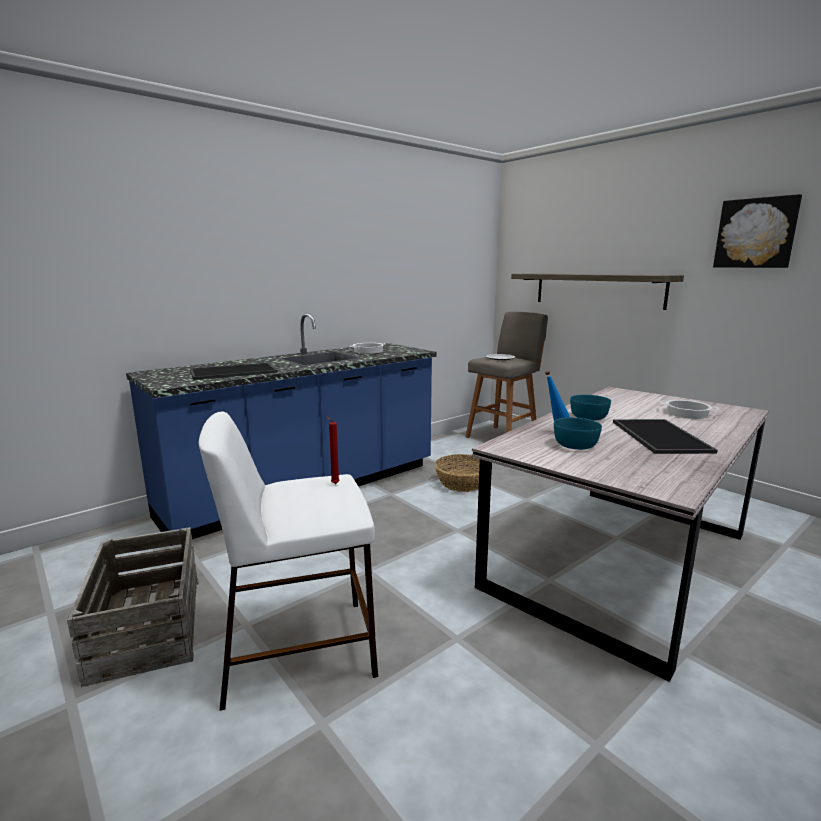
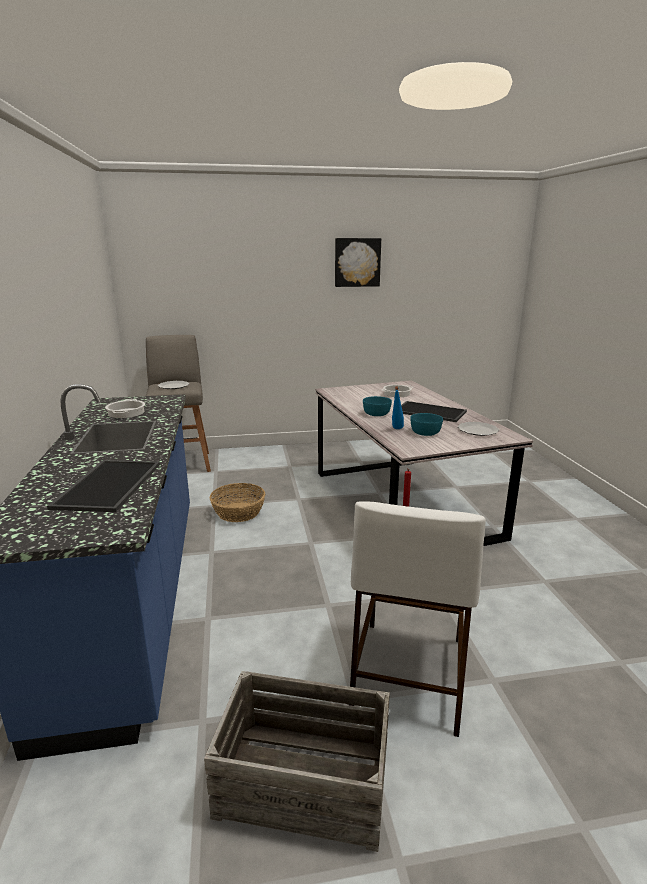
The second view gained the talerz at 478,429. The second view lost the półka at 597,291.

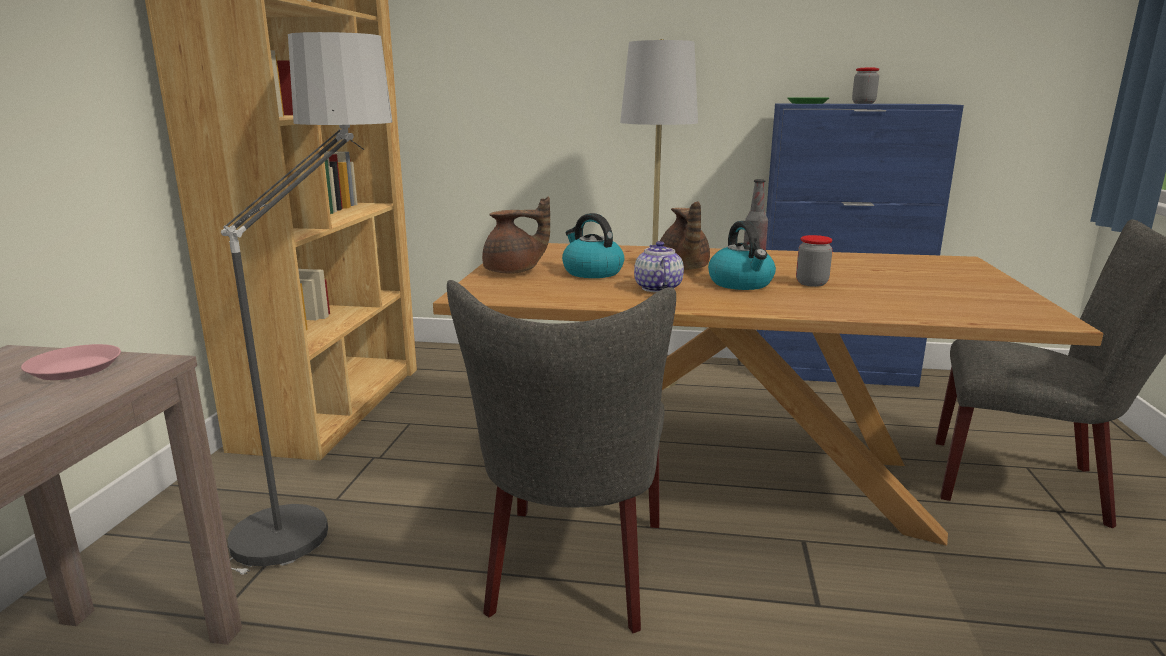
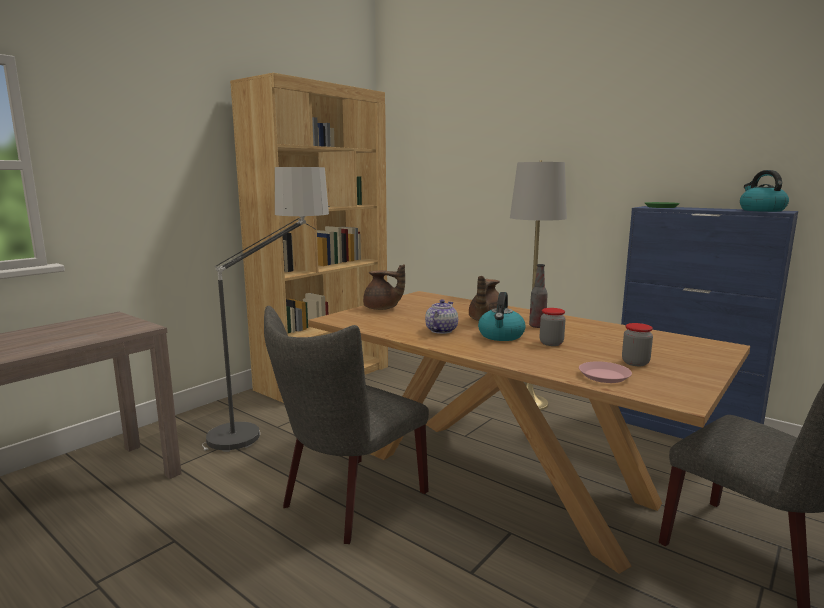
The talerz (różowy) ended up elsewhere, having gone from 71,362 to 605,372. The słoik ended up elsewhere, having gone from 865,86 to 637,344. The czajnik ended up elsewhere, having gone from 593,245 to 764,191.

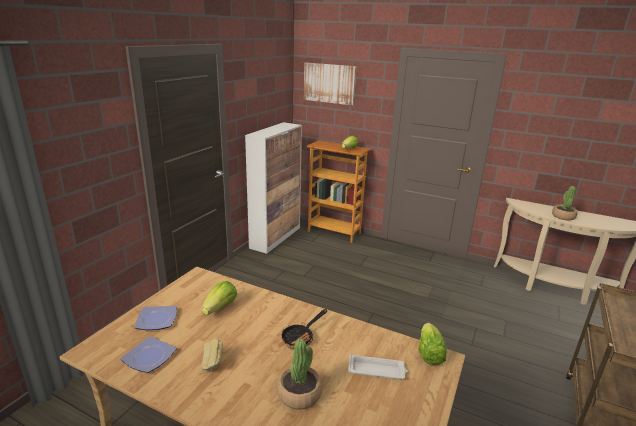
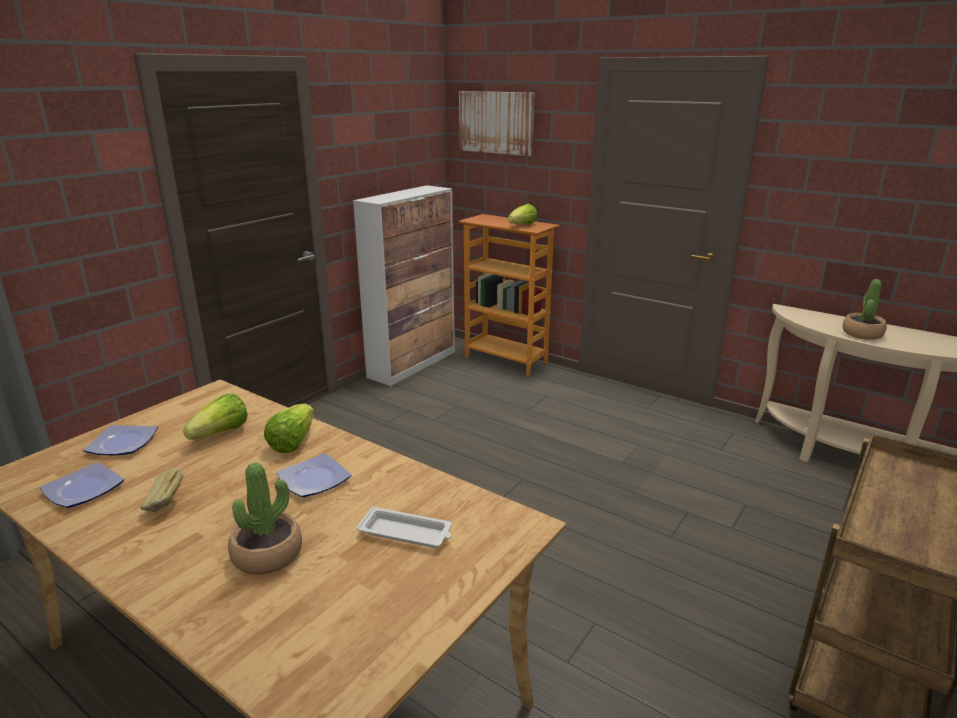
The sałata ended up elsewhere, having gone from 432,344 to 289,428. Where the patelnia stood at 304,329, the talerz came to stand at 313,475.

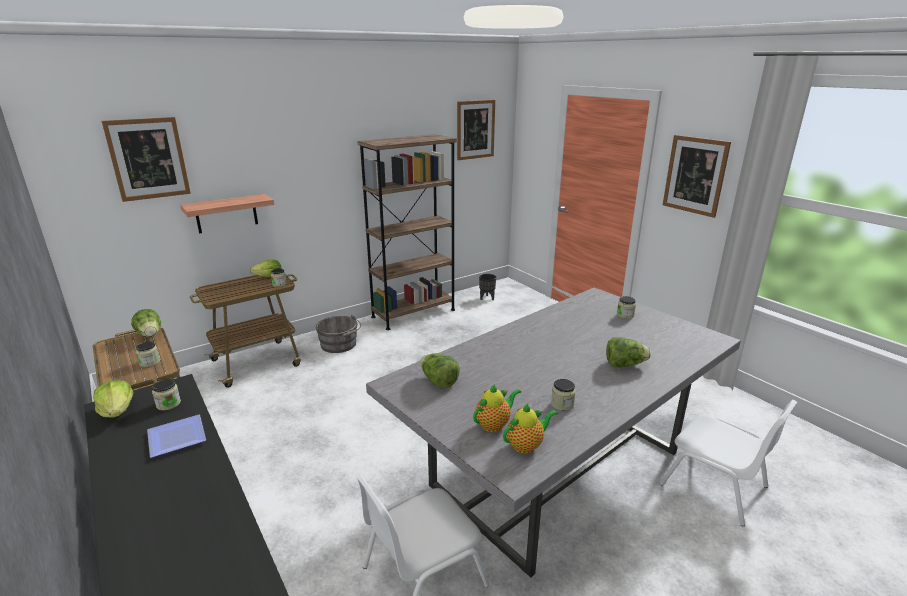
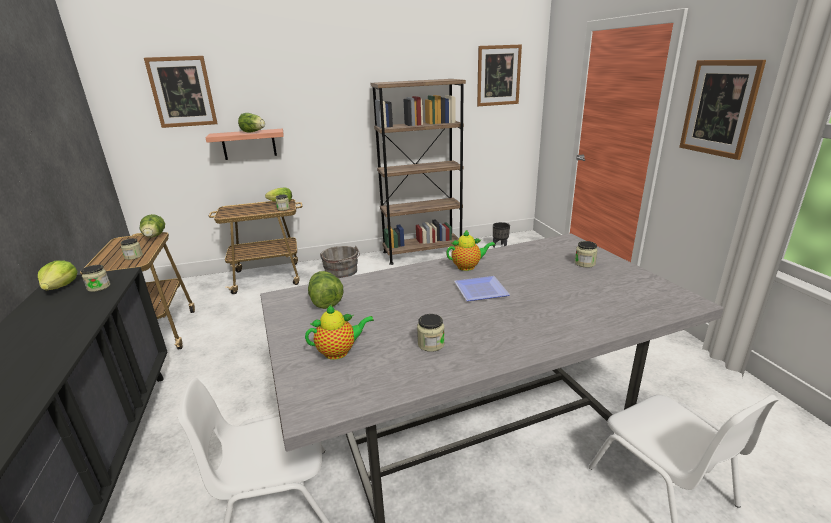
The sałata ended up elsewhere, having gone from 628,352 to 251,123. The imbryk ended up elsewhere, having gone from 530,428 to 470,250. The talerz ended up elsewhere, having gone from 176,436 to 482,288.

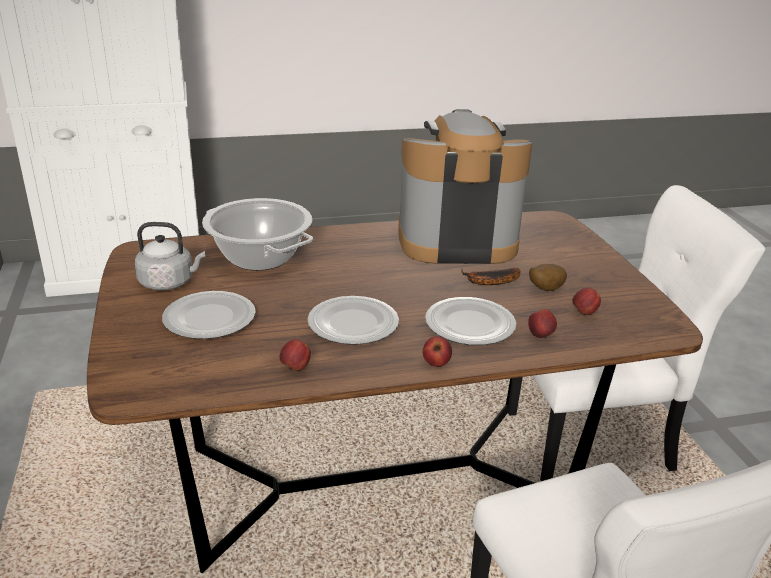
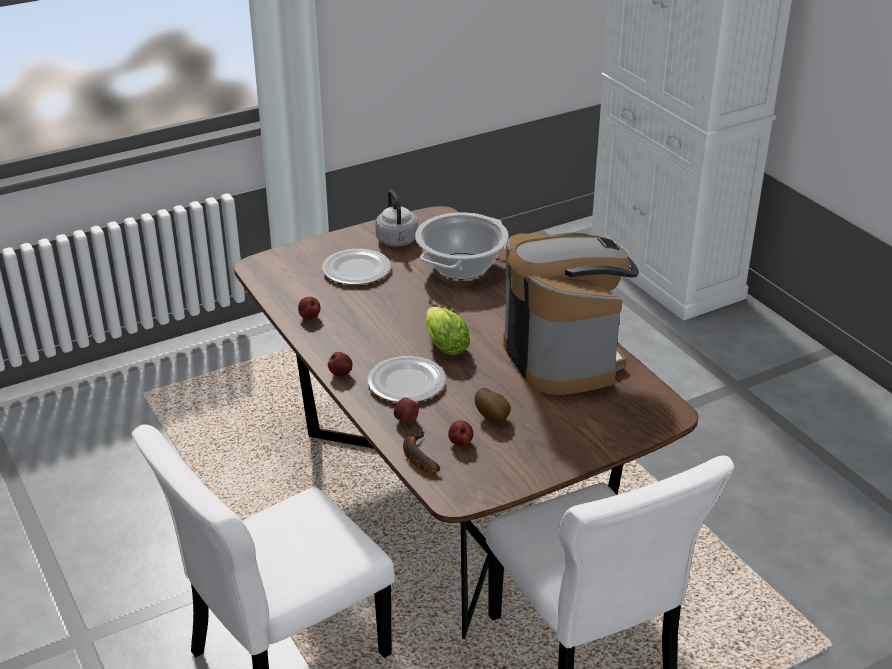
The banan ended up elsewhere, having gone from 491,276 to 421,452. The second view gained the sałata at 448,331. The second view lost the talerz at 353,320.

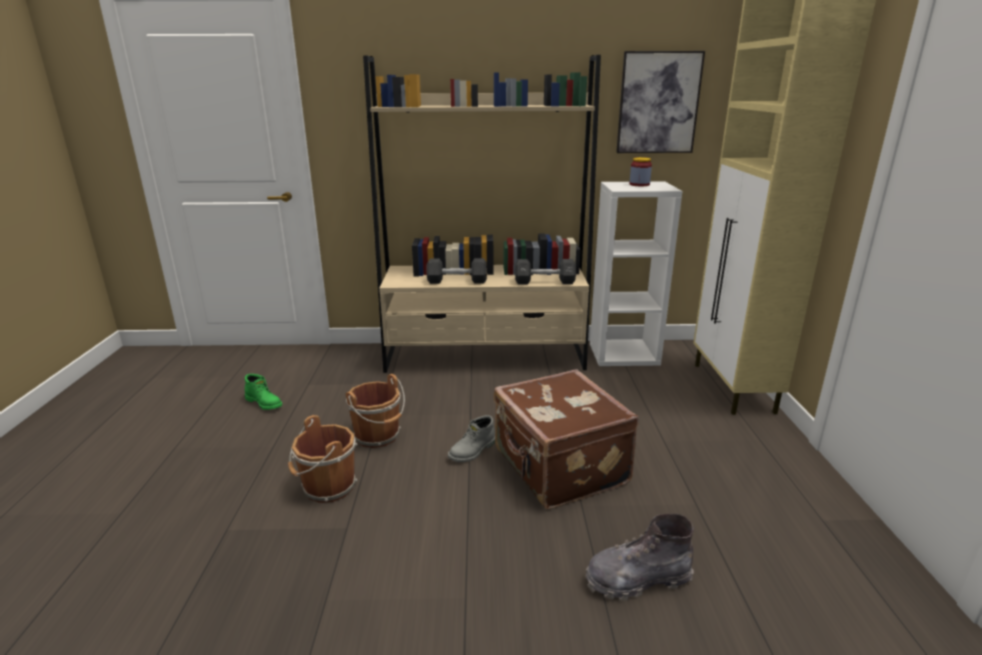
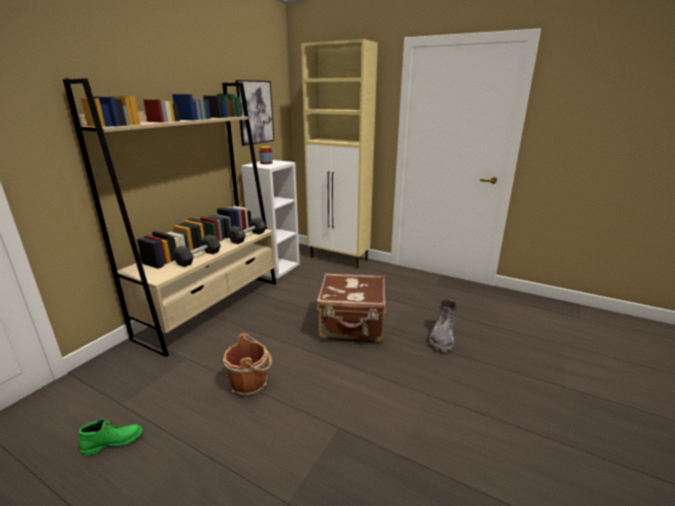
The second view lost the wiadro (brązowy) at 323,459. The second view lost the but z cholewką (szary) at 471,438.

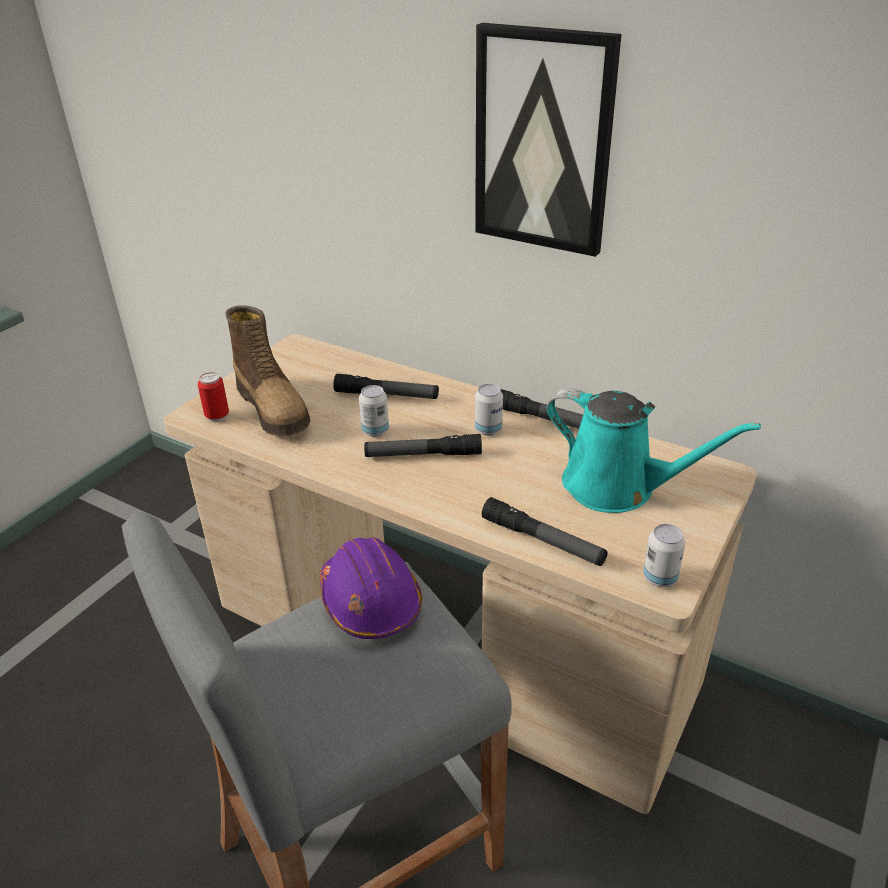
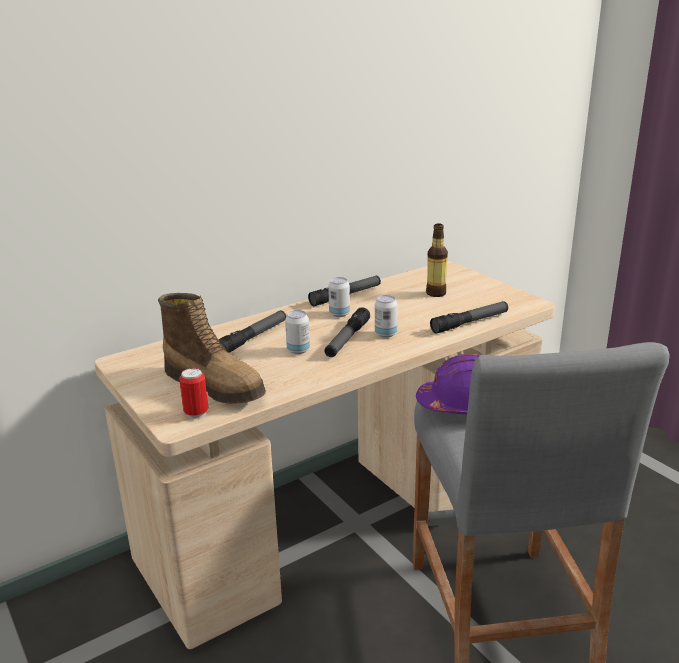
The but z cholewką at 267,370 ended up facing another way, 45 degrees clockwise from before. The puszka ended up elsewhere, having gone from 664,555 to 386,316. Where the konewka (turkusowy) stood at 654,450, the butelka came to stand at 437,260. The second view lost the obraz at 548,140.

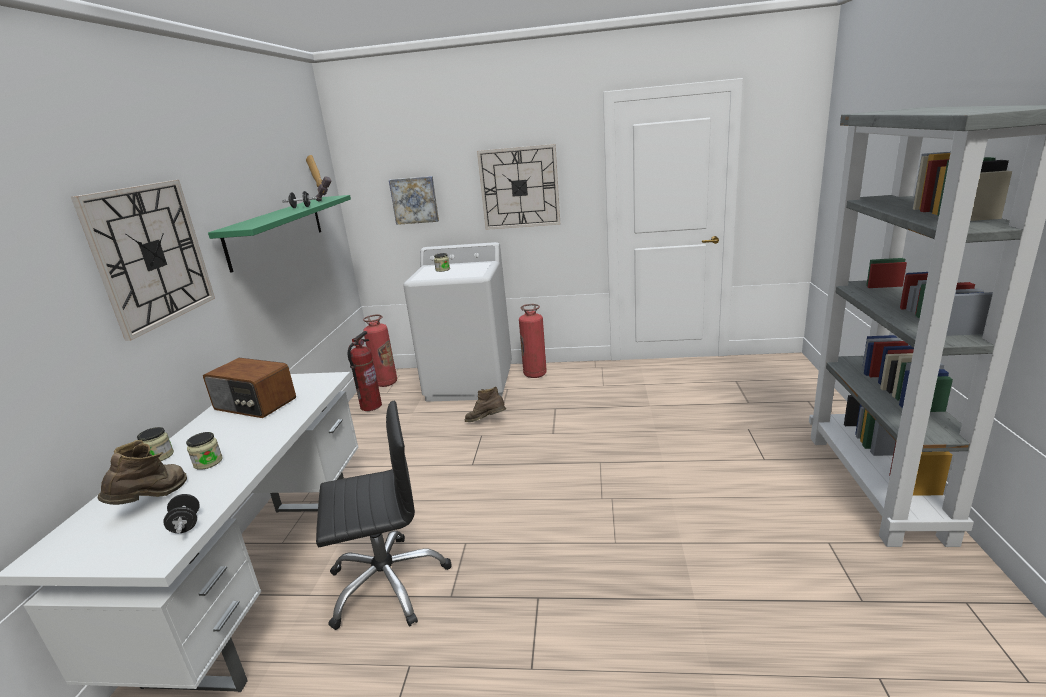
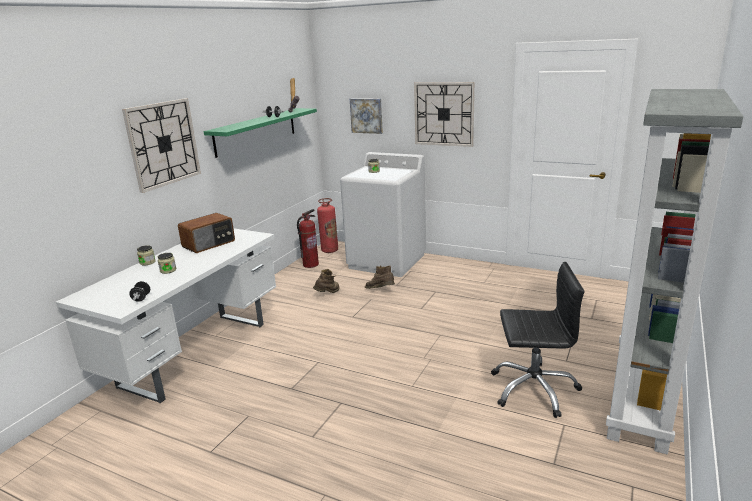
The radio at 249,388 ended up facing another way, 90 degrees counterclockwise from before. The but z cholewką (brązowy) ended up elsewhere, having gone from 142,472 to 326,281. The krzesło biurowe (czarny) ended up elsewhere, having gone from 384,515 to 537,340. The second view lost the gaśnica at 533,341.

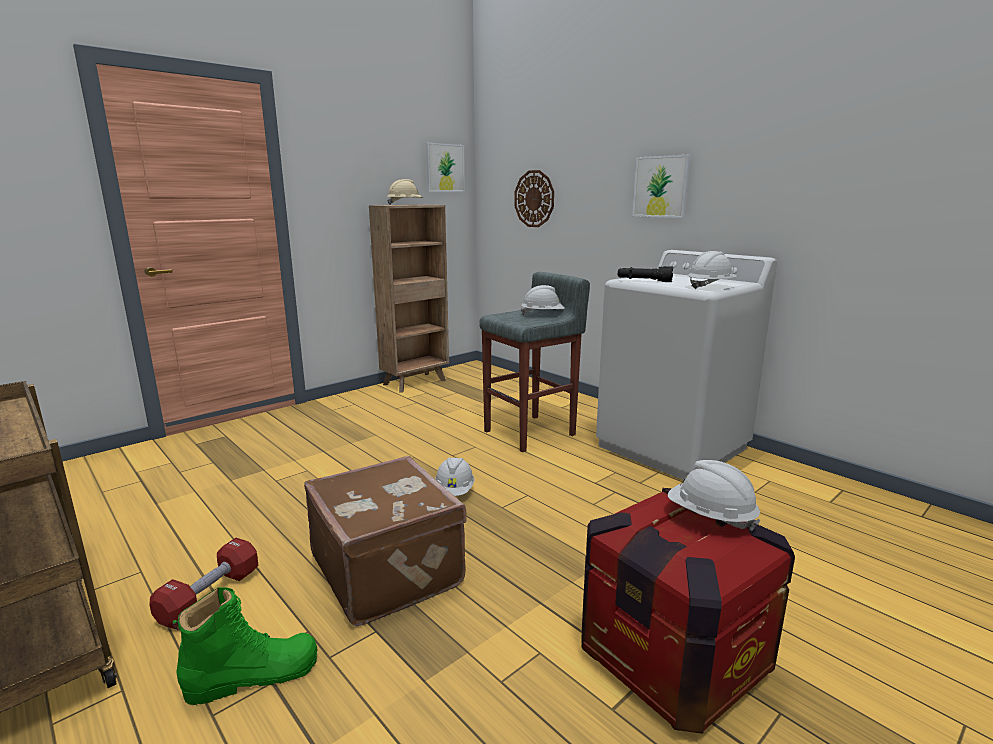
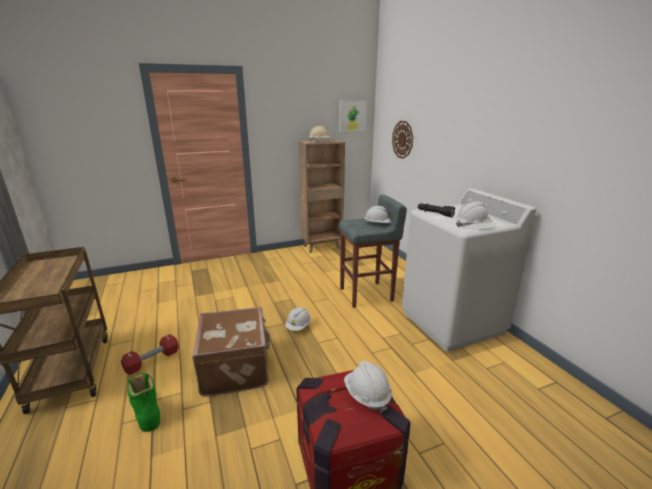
The but z cholewką (zielony) at 245,646 ended up facing another way, 120 degrees counterclockwise from before. The second view lost the obraz at 662,186.

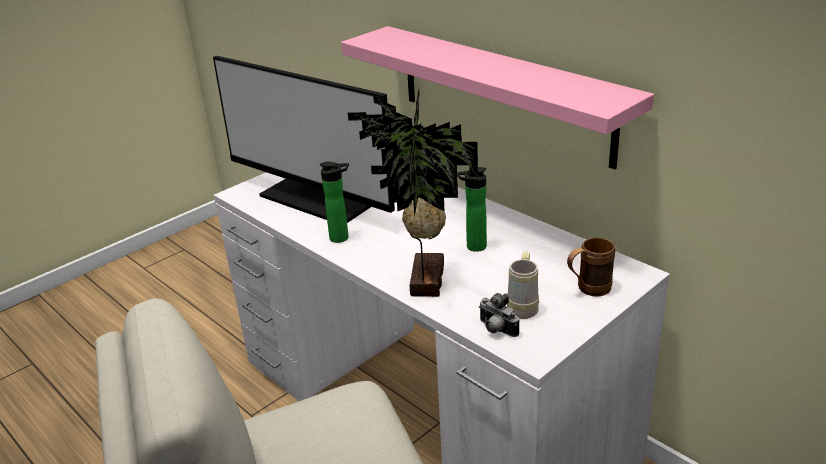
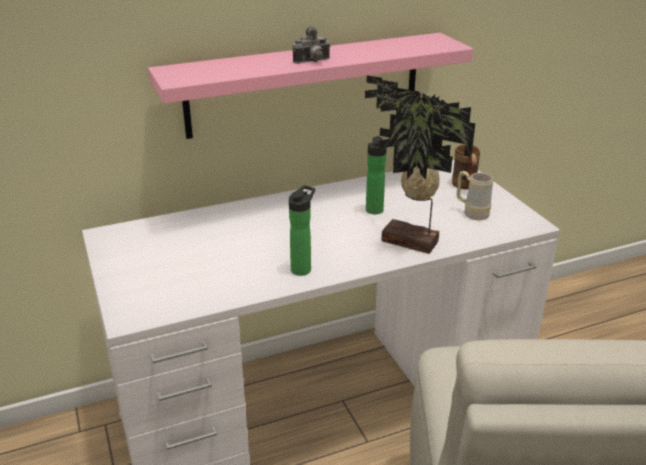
The aparat fotograficzny ended up elsewhere, having gone from 499,315 to 312,45. The second view lost the monitor at 304,139.

